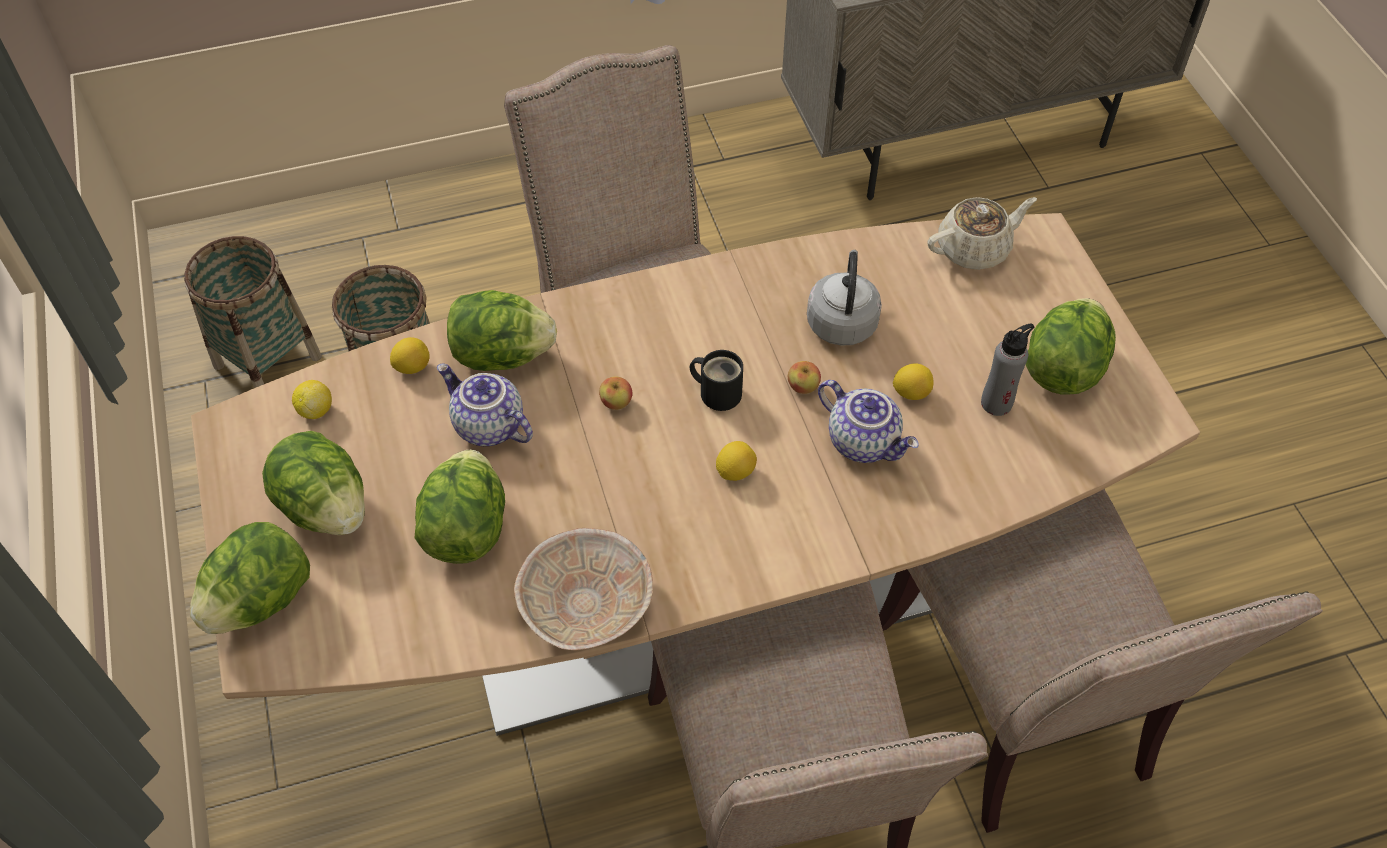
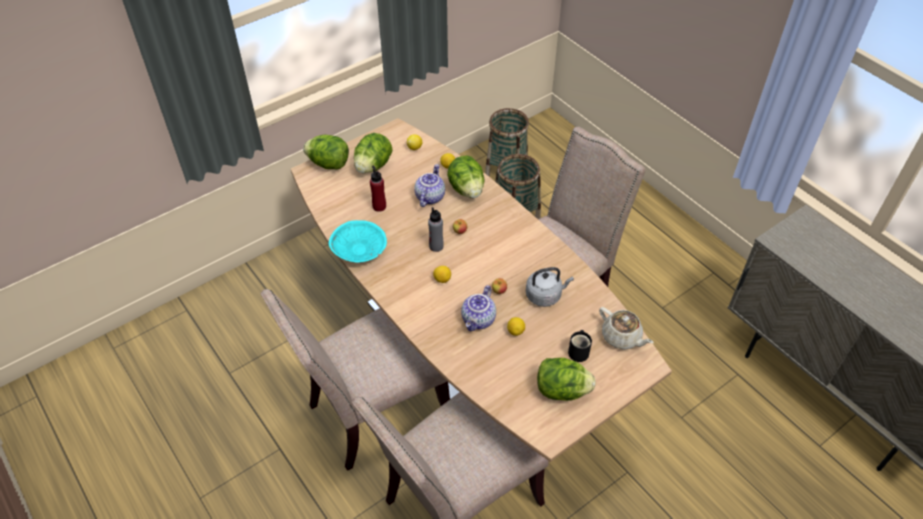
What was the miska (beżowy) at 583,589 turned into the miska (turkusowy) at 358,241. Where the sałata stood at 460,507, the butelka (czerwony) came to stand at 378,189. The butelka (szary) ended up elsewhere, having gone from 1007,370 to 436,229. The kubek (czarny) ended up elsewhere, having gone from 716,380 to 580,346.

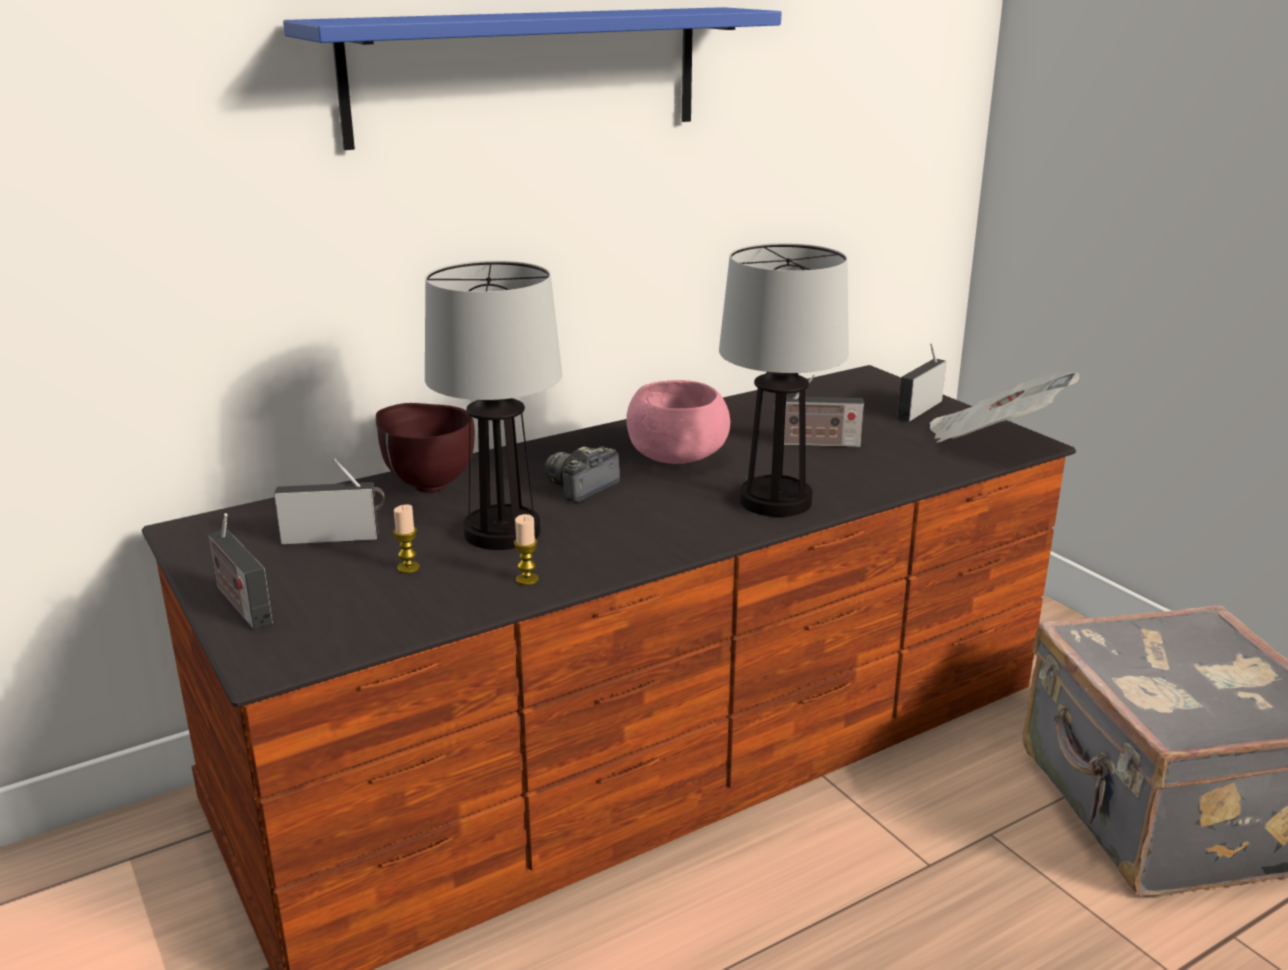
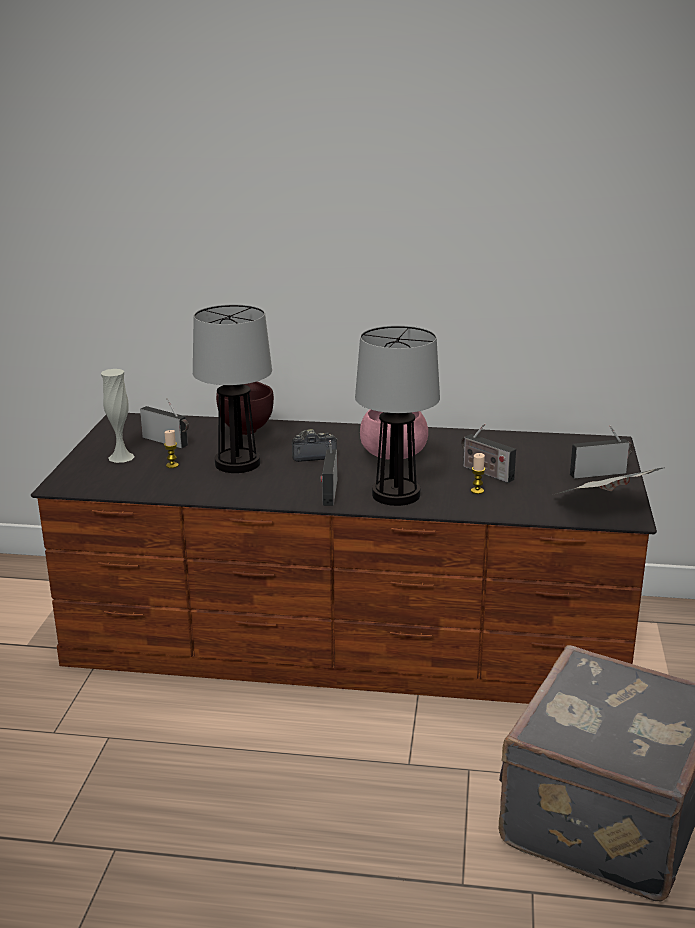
The second view gained the wazon (biały) at 117,416. The radio ended up elsewhere, having gone from 241,571 to 329,473. The świeca ended up elsewhere, having gone from 526,549 to 478,473. The second view lost the półka (niebieski) at 532,78.

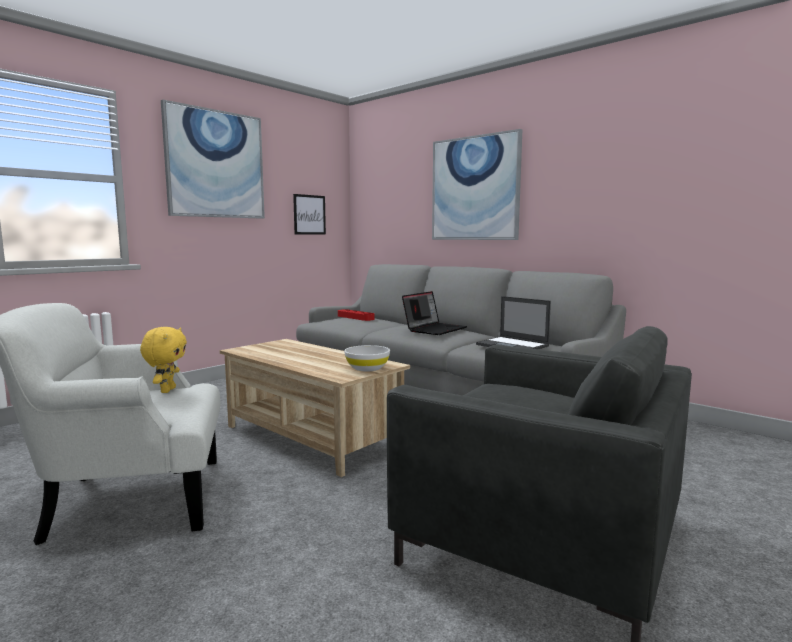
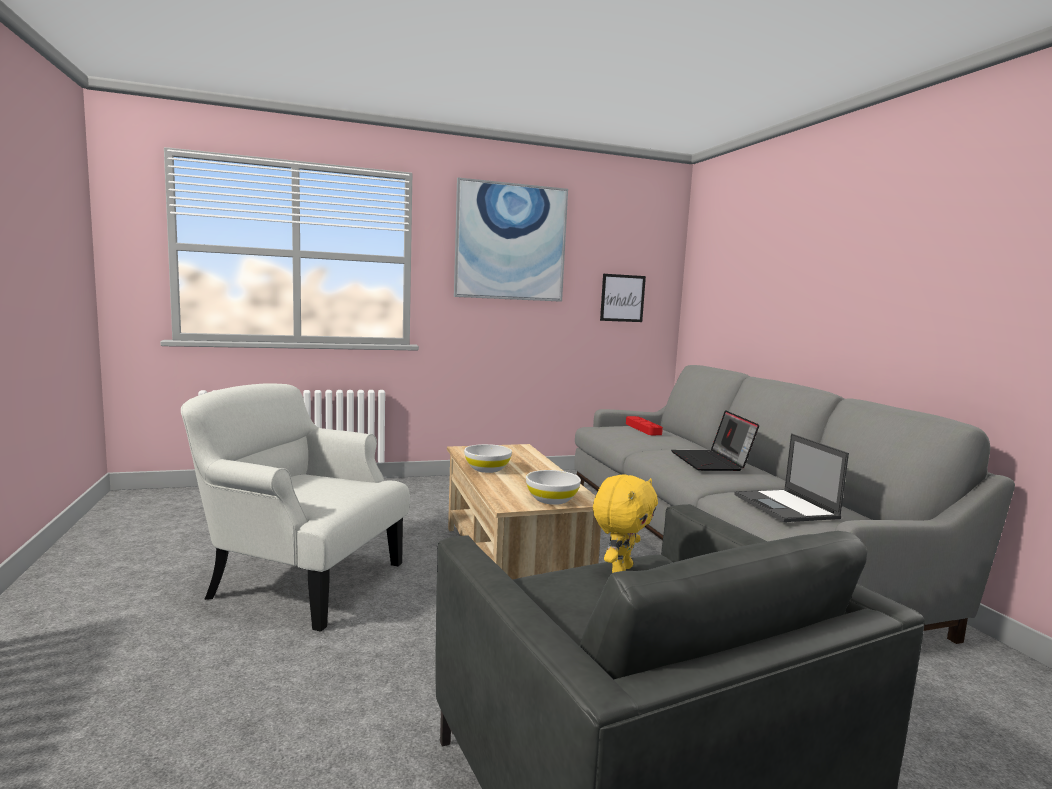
The second view gained the miska (biały) at 488,458. The pluszak (żółty) ended up elsewhere, having gone from 163,360 to 625,523. The laptop at 434,313 ended up facing another way, 105 degrees clockwise from before. The second view lost the obraz at 477,184.

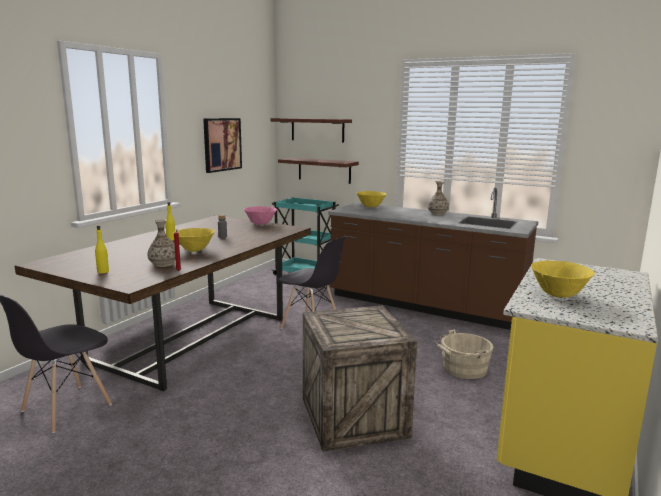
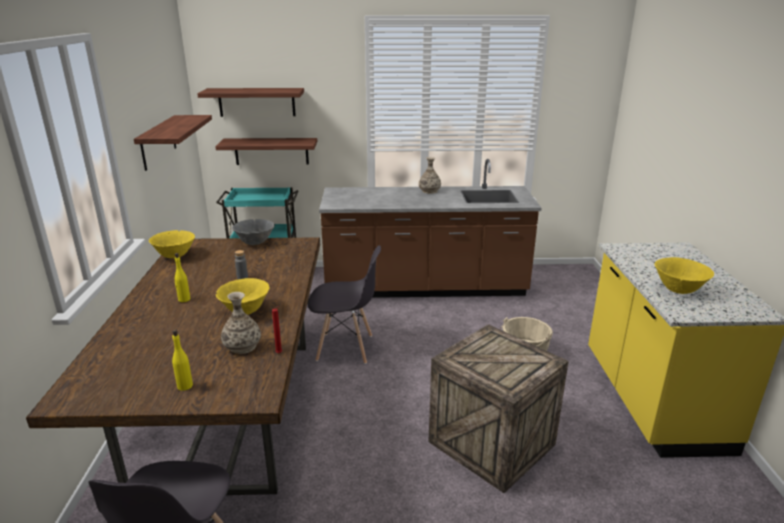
Where the obraz hung at 222,145, the półka came to hang at 173,143. The miska (żółty) ended up elsewhere, having gone from 371,199 to 172,244. What was the miska (różowy) at 260,215 turned into the miska (szary) at 253,232.

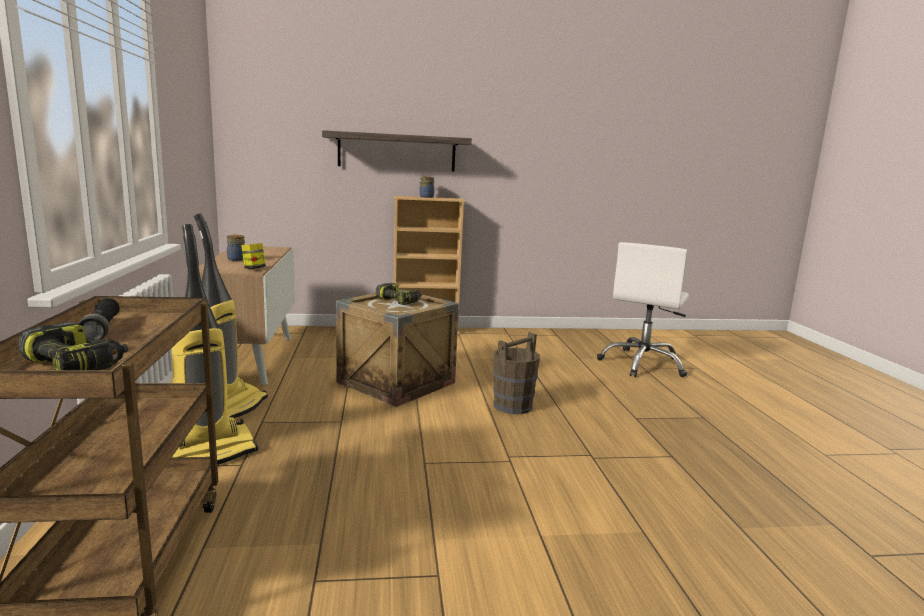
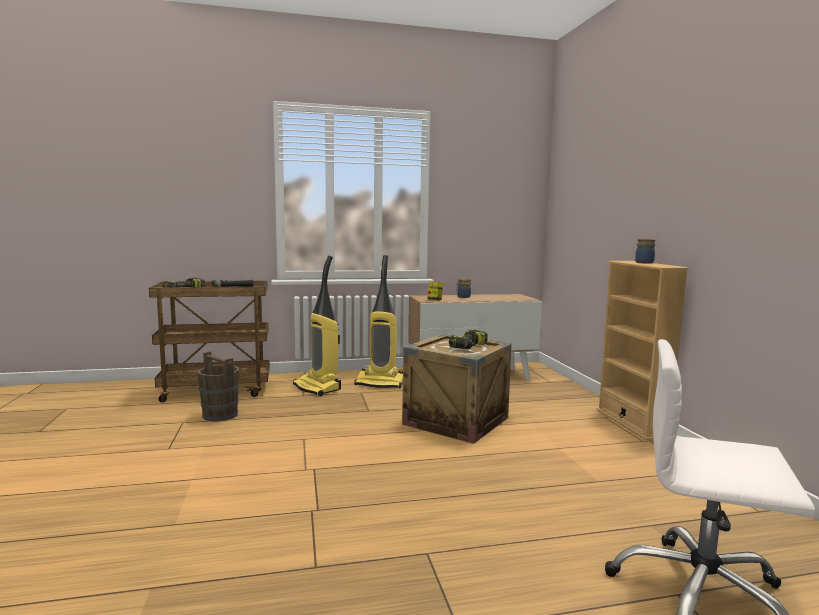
The wiadro (brązowy) ended up elsewhere, having gone from 516,373 to 218,386. The second view lost the półka at 397,150.

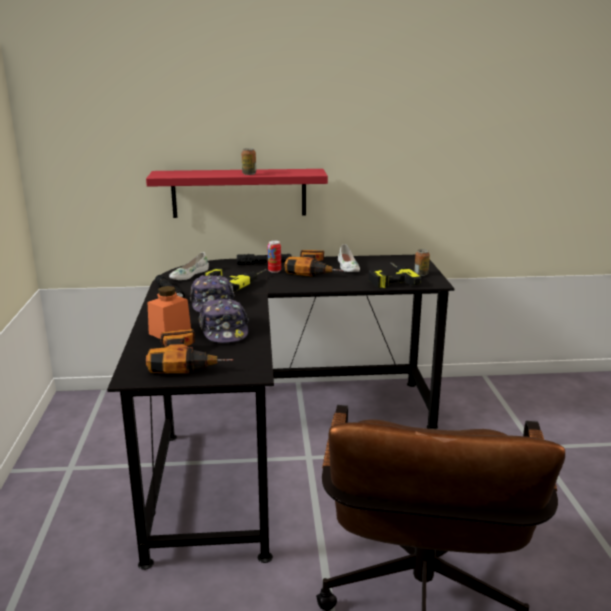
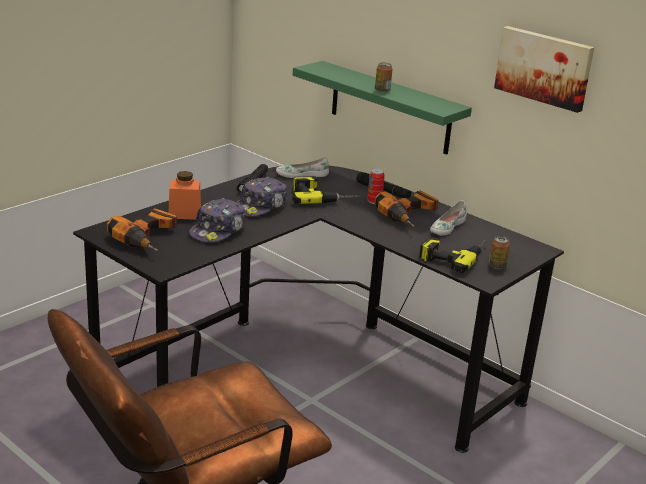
What was the półka (czerwony) at 237,193 turned into the półka (zielony) at 382,108. The second view gained the obraz at 544,69.

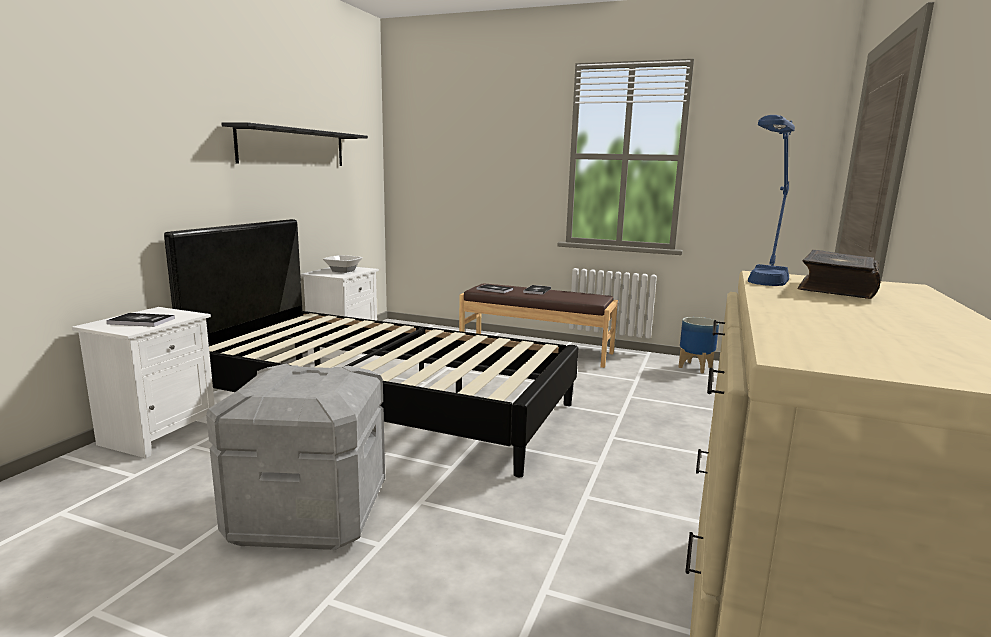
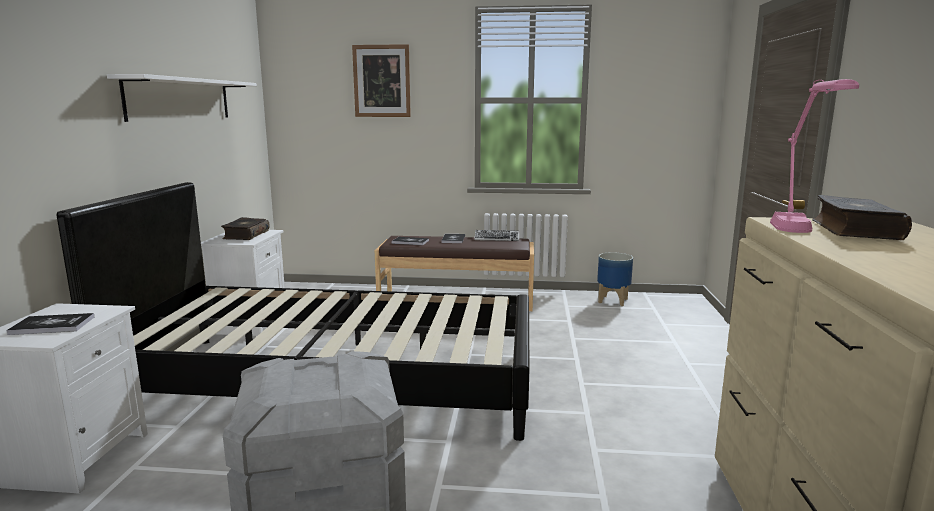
What was the półka (czarny) at 294,144 turned into the półka (biały) at 182,98. Where the miska stood at 343,264, the książka came to stand at 245,228. The second view gained the obraz at 381,80. The second view gained the klawiatura at 496,235. What was the lampa stołowa (niebieski) at 771,200 turned into the lampa stołowa (różowy) at 814,156.

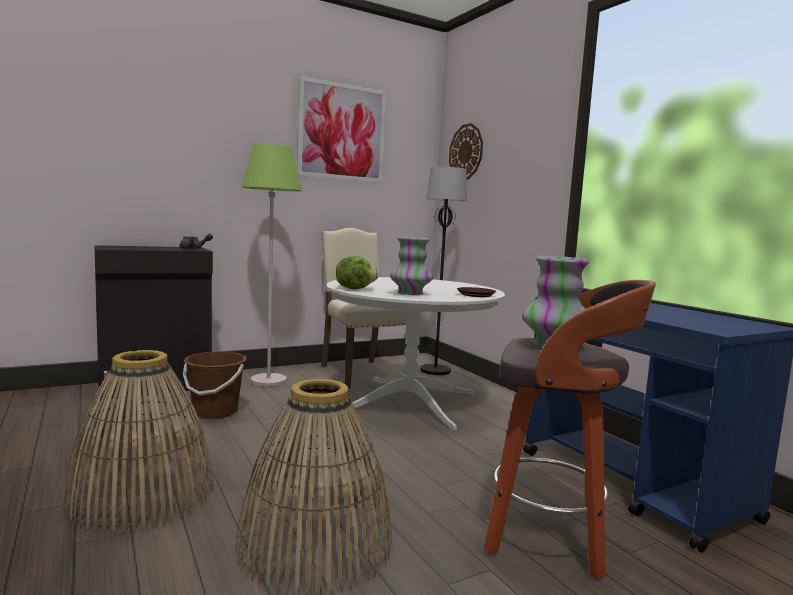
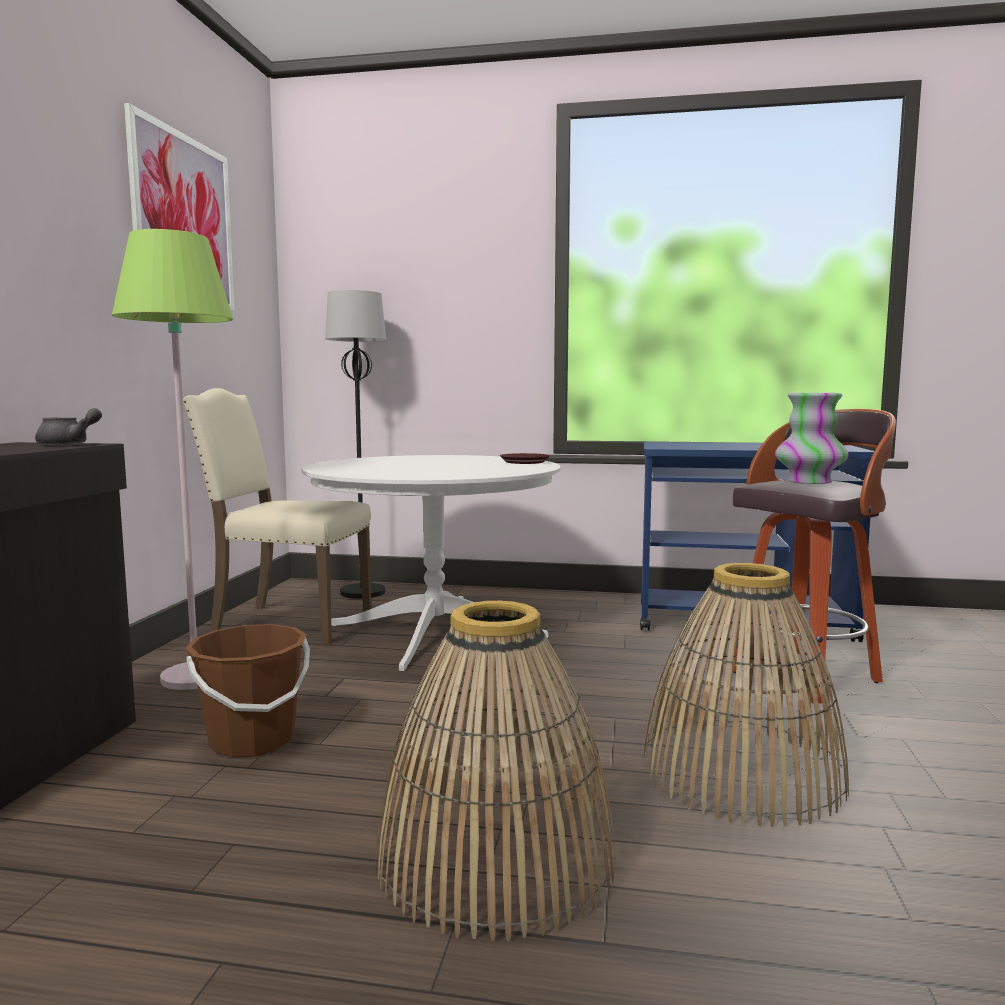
The second view lost the sałata at 357,272. The second view lost the wazon at 411,266. The second view lost the zegar ścienny at 466,151.

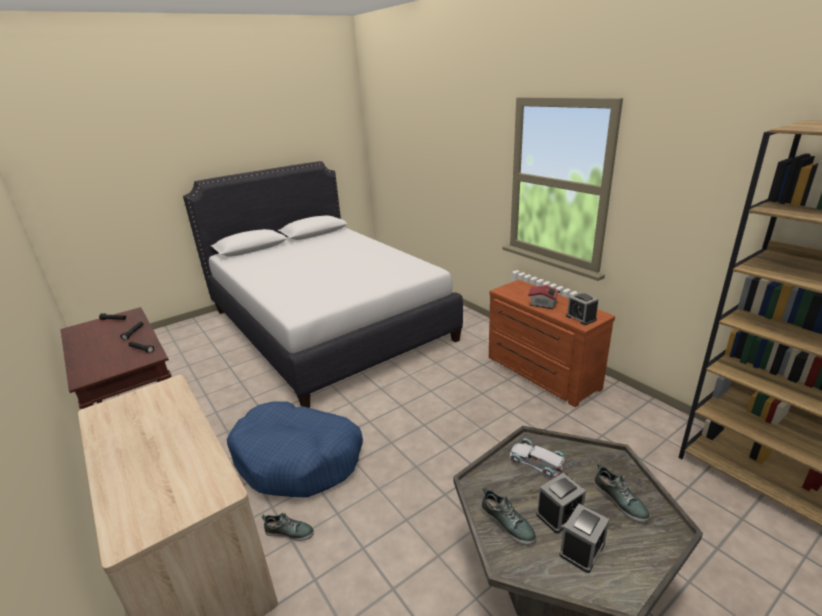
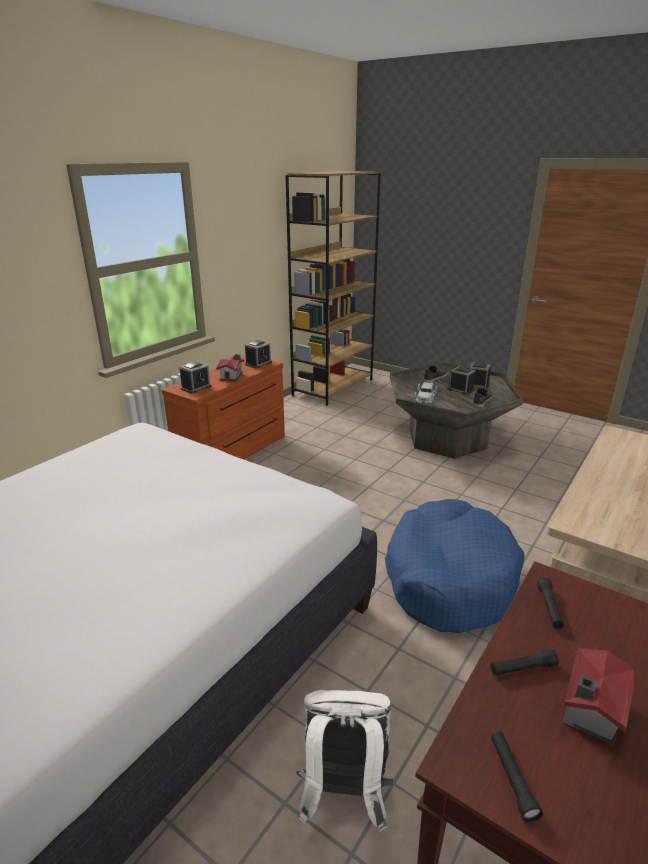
The second view gained the budzik at 196,377. The second view gained the plecak (biały) at 344,761. The second view gained the domek at 598,697. The second view lost the but at 287,527.

